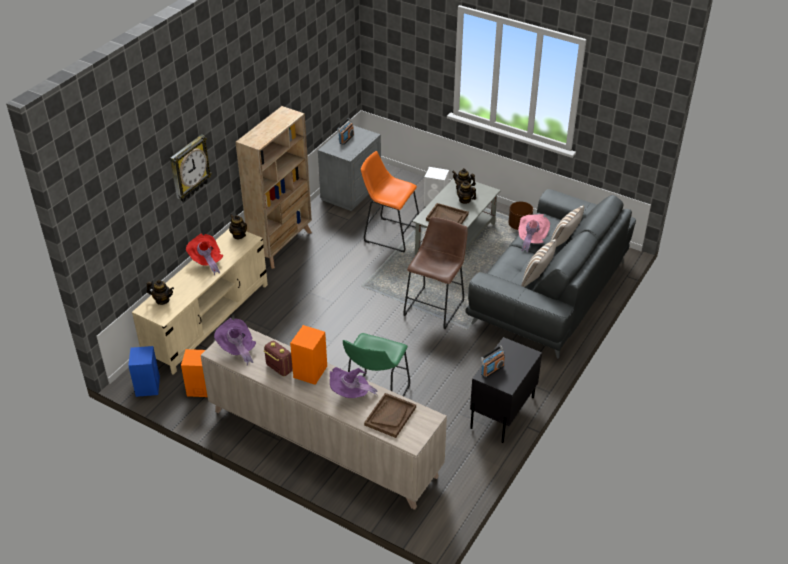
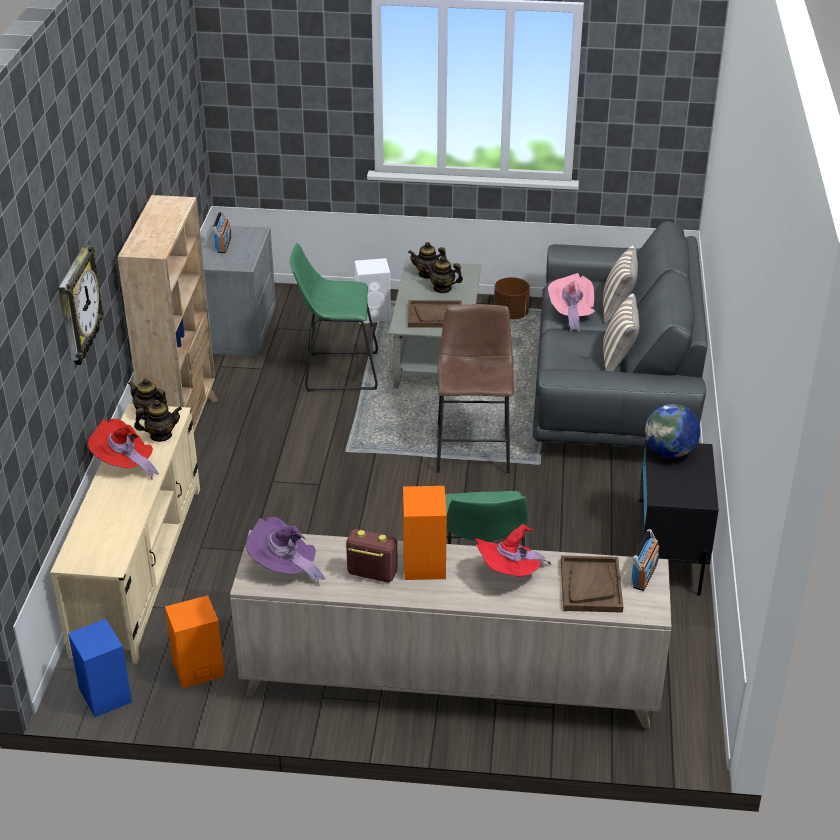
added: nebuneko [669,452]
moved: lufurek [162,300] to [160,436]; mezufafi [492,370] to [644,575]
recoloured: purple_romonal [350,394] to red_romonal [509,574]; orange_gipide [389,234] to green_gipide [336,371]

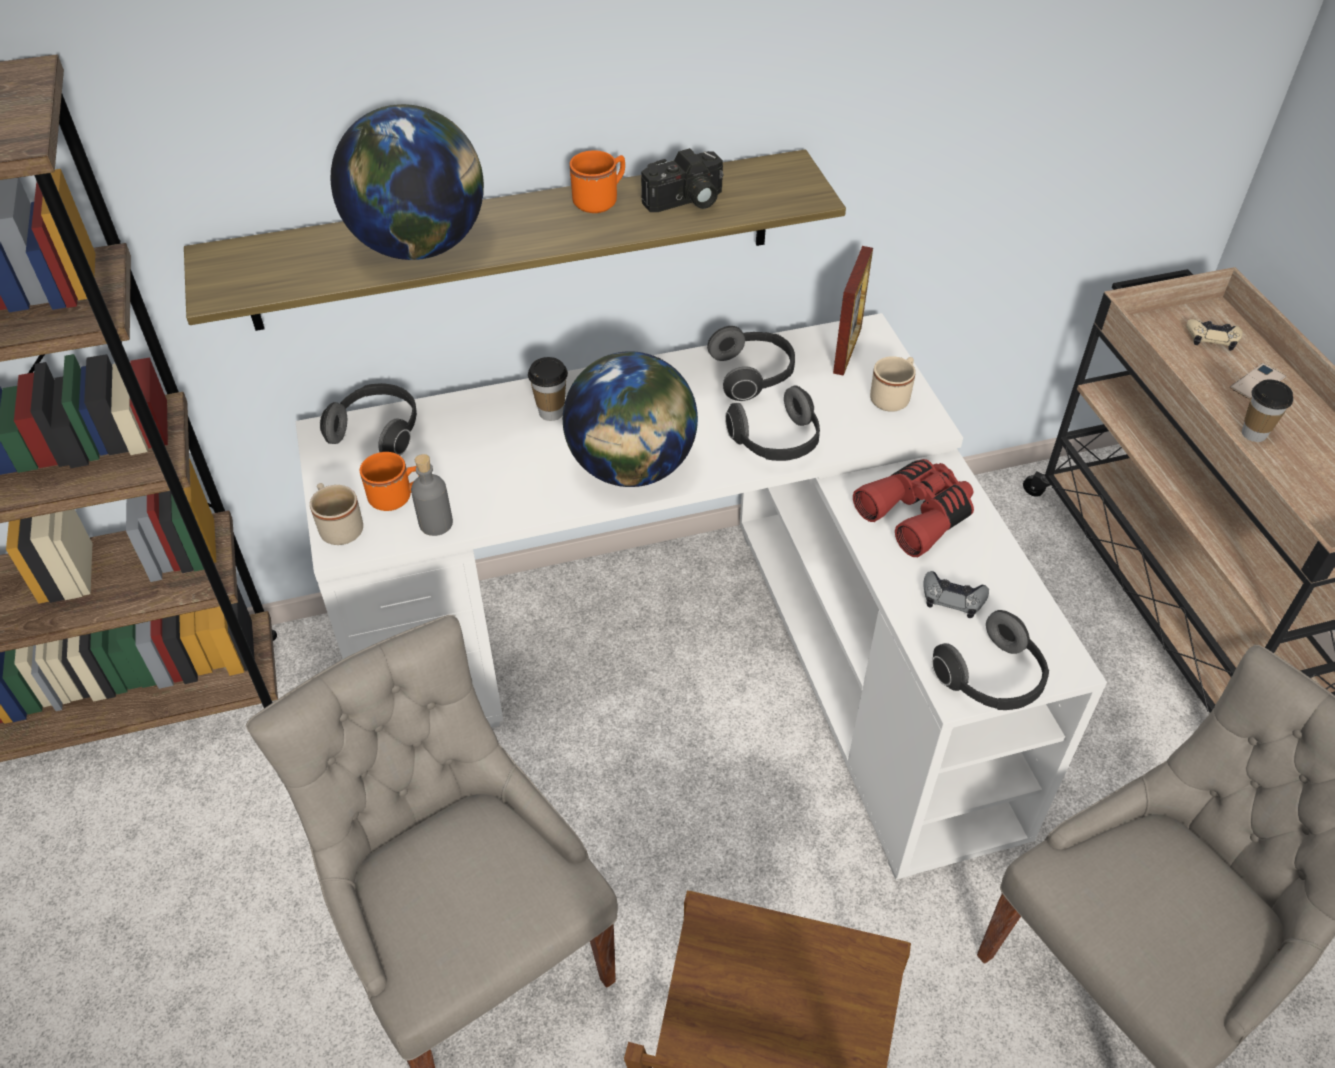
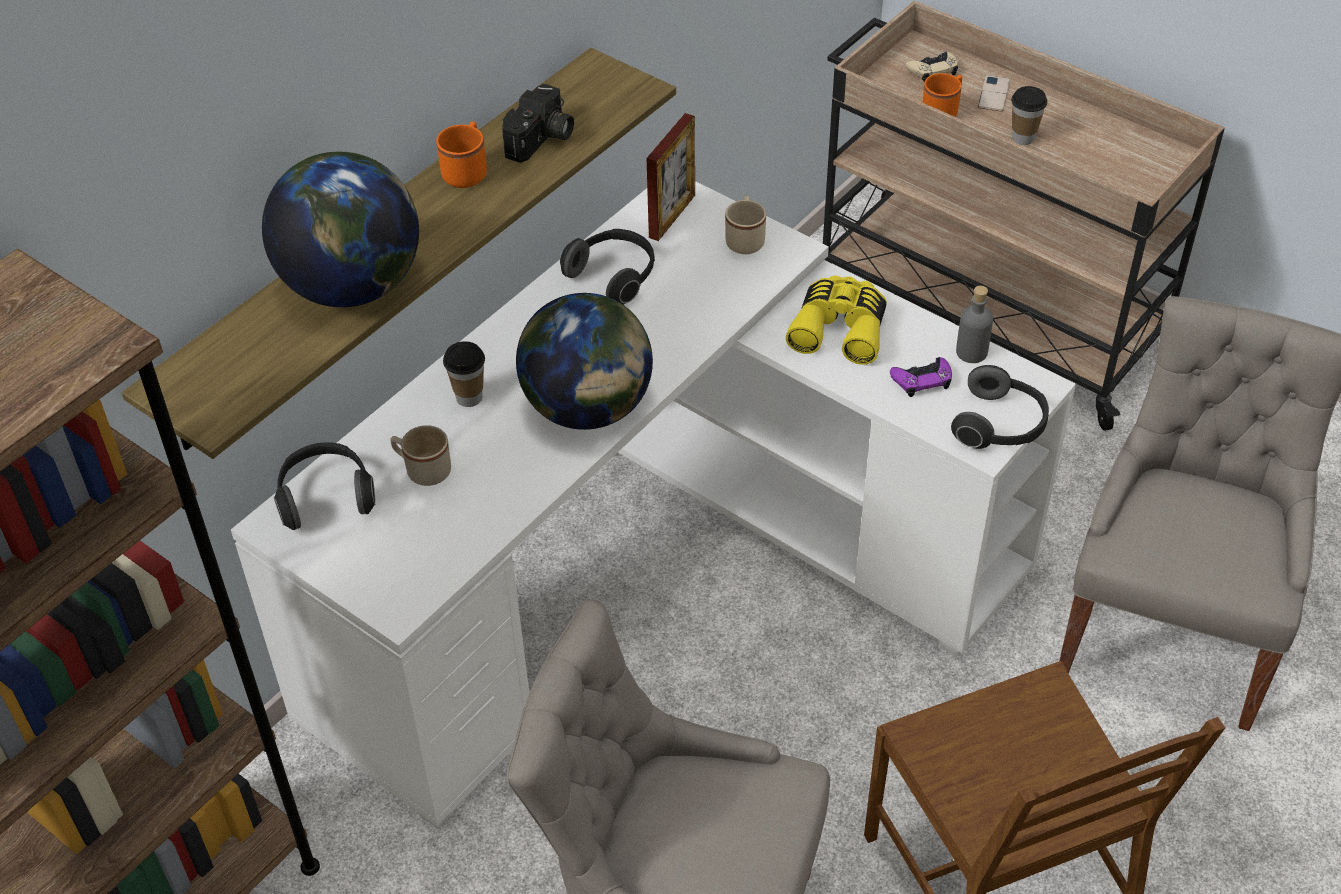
removed: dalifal [776,443]
moved: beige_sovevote [339,527] to [422,470]; orange_sovevote [397,497] to [943,111]; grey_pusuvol [435,523] to [971,352]
recoloured: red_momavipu [917,514] to yellow_momavipu [840,328]; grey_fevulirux [953,598] to purple_fevulirux [922,380]
turned: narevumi [847,350] = [672,216] 45 degrees clockwise

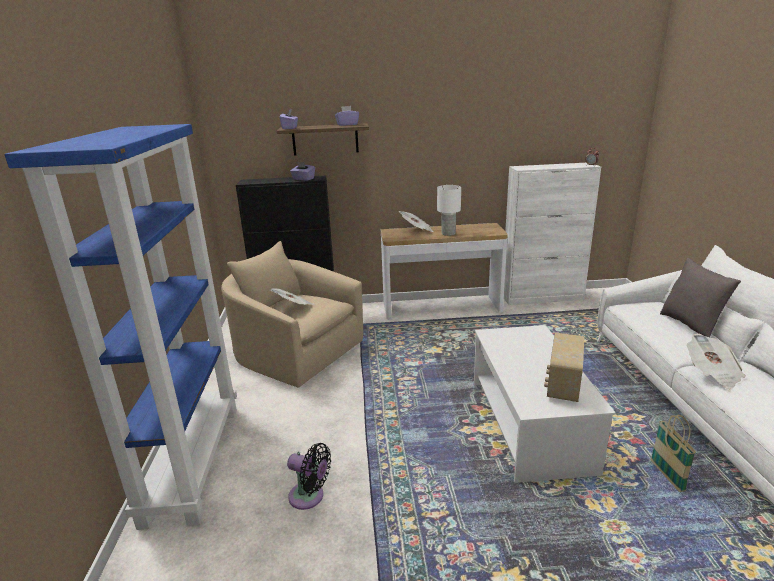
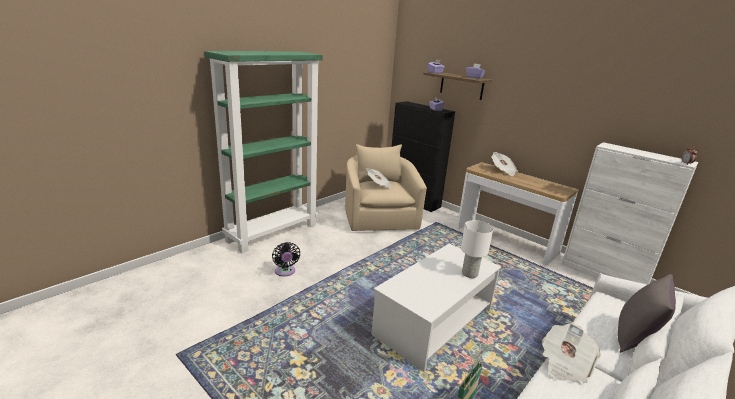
removed: mezufafi [562,385]
moved: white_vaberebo [448,233] to [469,273]
recoloured: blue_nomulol [192,460] to green_nomulol [273,232]

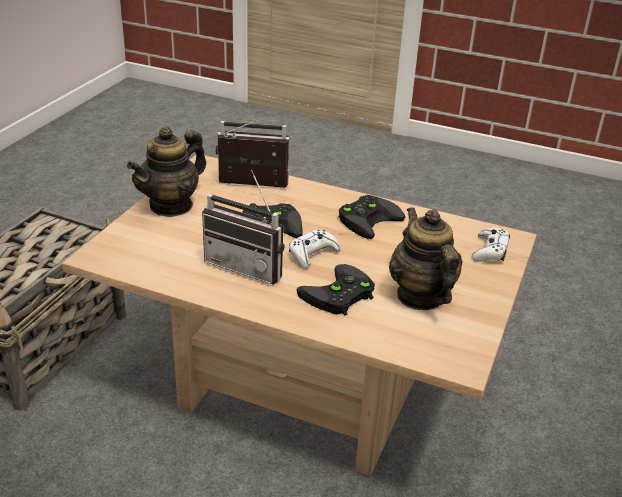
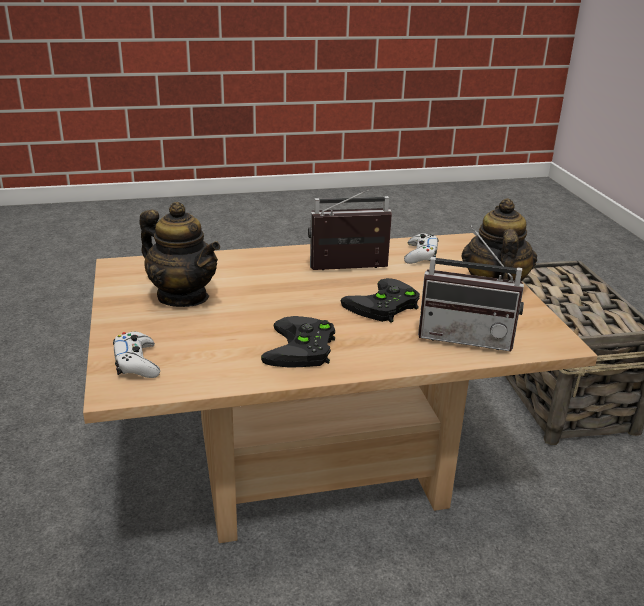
removed: black_fevulirux [338,296]
moved: white_fevulirux [312,254] to [420,255]
turned: mezufafi [251,187] = [467,336] 45 degrees clockwise

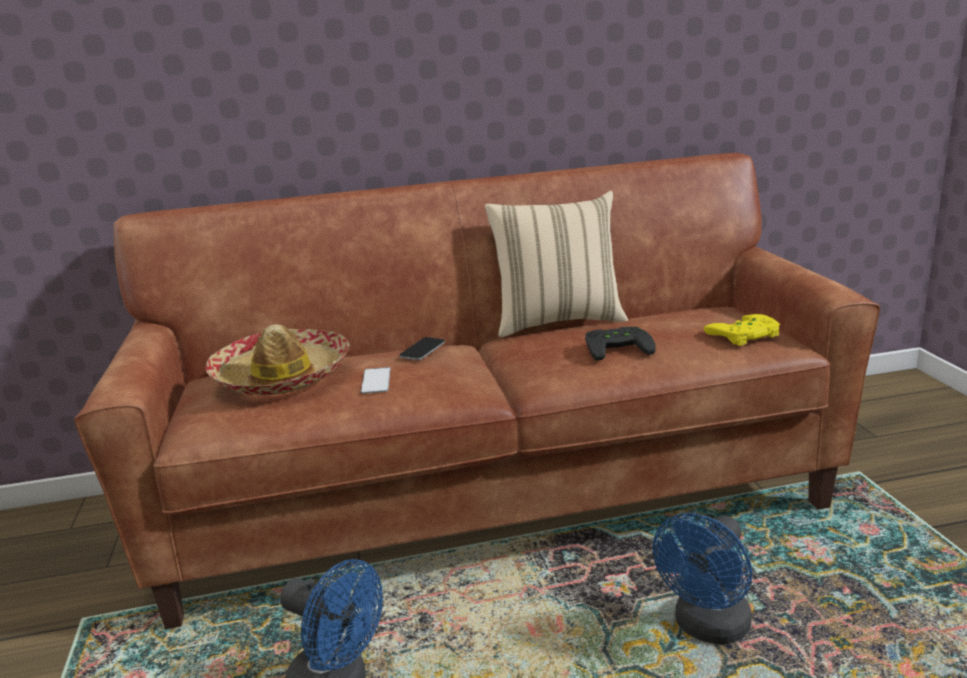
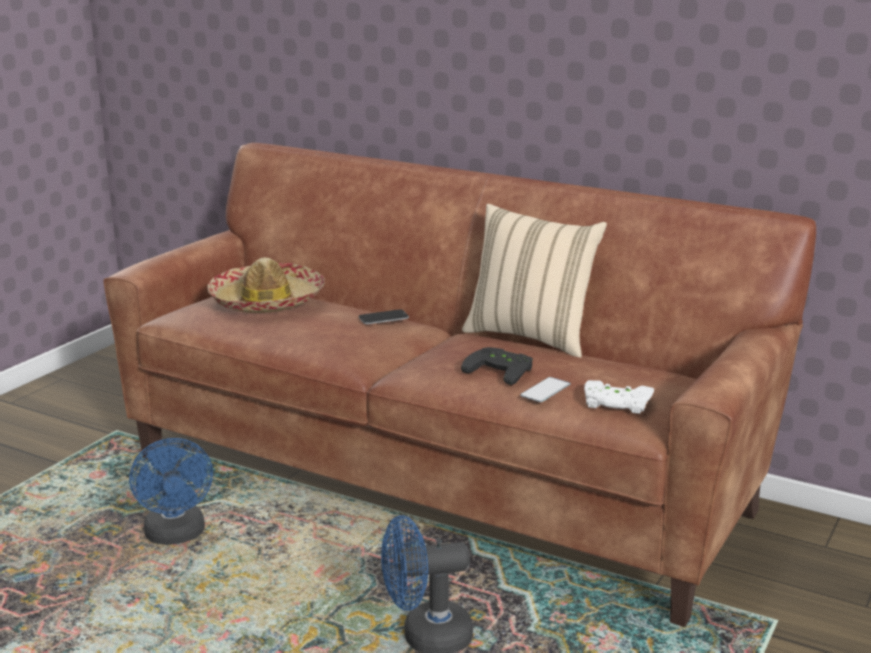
moved: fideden [376,381] to [545,390]
recoloured: yellow_fevulirux [745,335] to white_fevulirux [616,403]

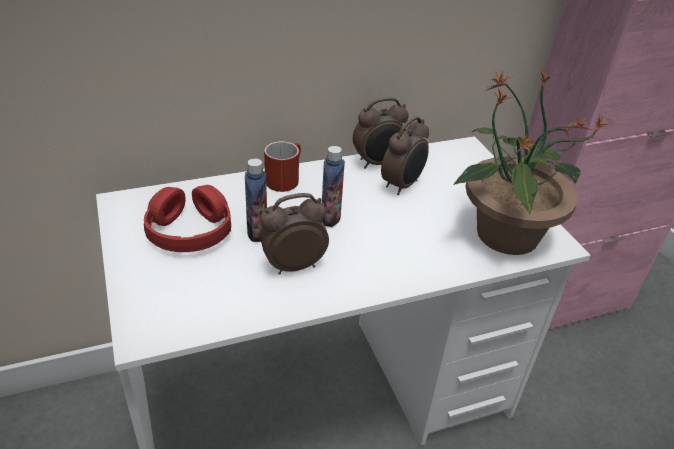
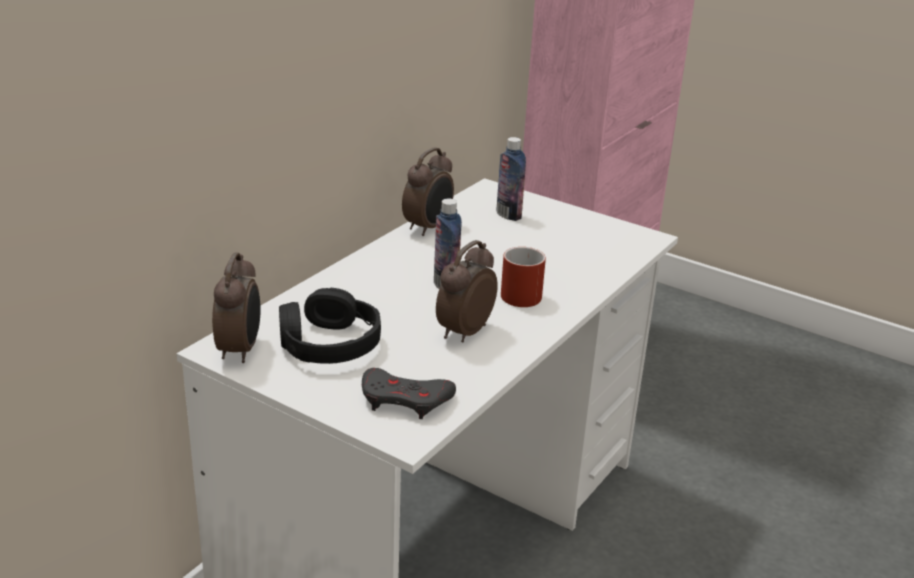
removed: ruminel [505,235]
added: grey_fevulirux [405,400]
moved: pusuvol [257,232] to [508,215]; red_sovevote [284,178] to [518,293]; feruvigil [402,185] to [240,350]
recoloured: red_dalifal [189,231] to black_dalifal [328,344]

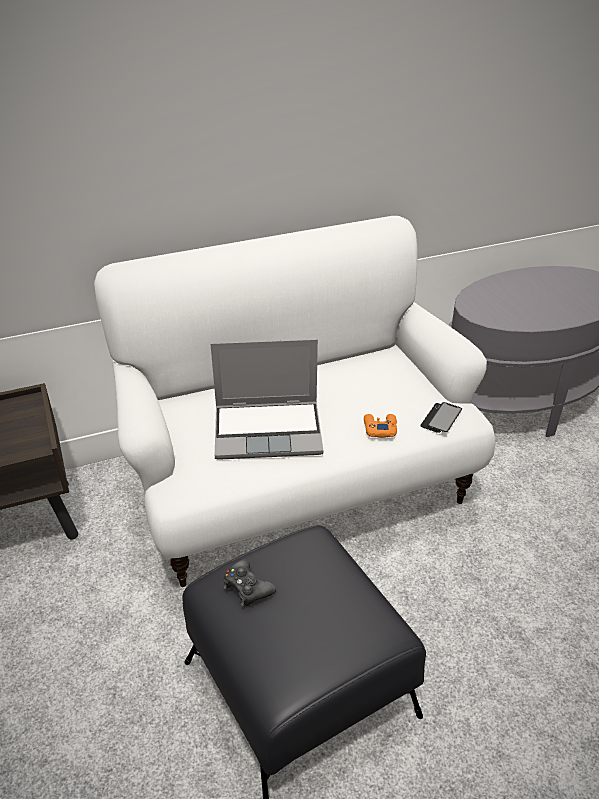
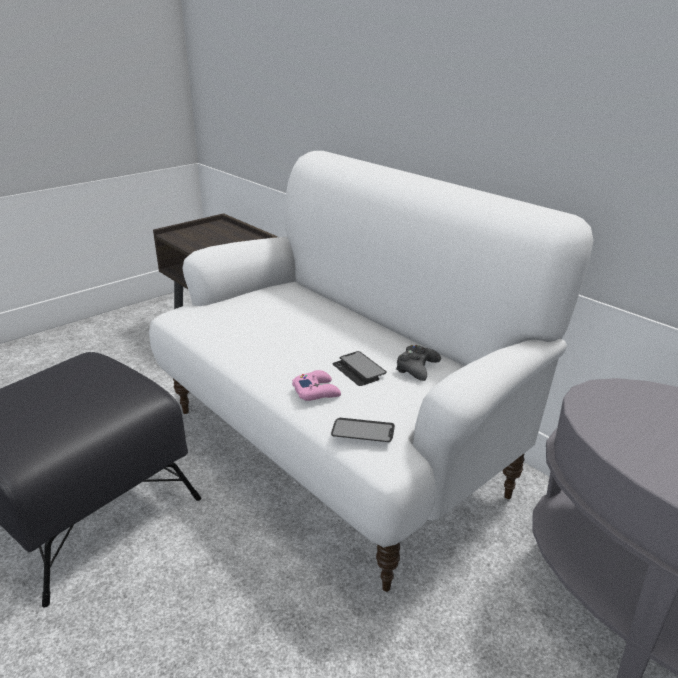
removed: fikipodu [269,430]
added: fideden [359,370]
moved: black_fevulirux [247,588] to [417,368]
recoloured: orange_fevulirux [379,428] to pink_fevulirux [316,391]

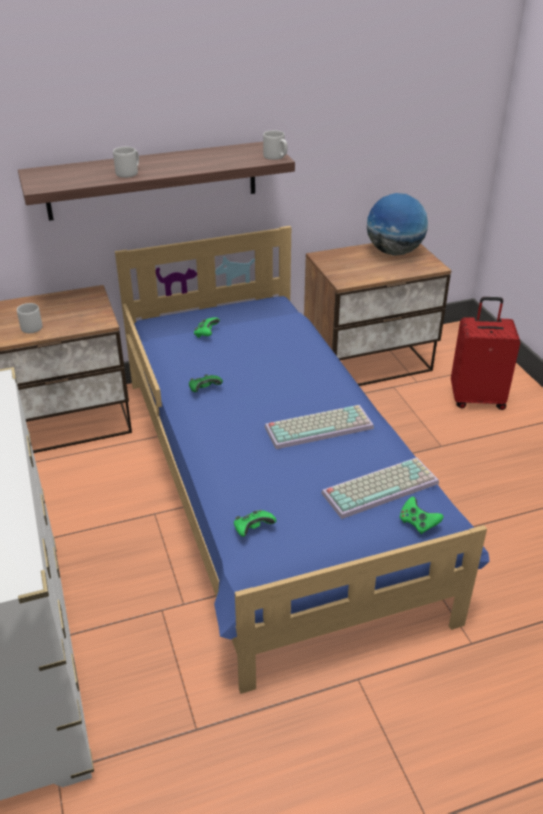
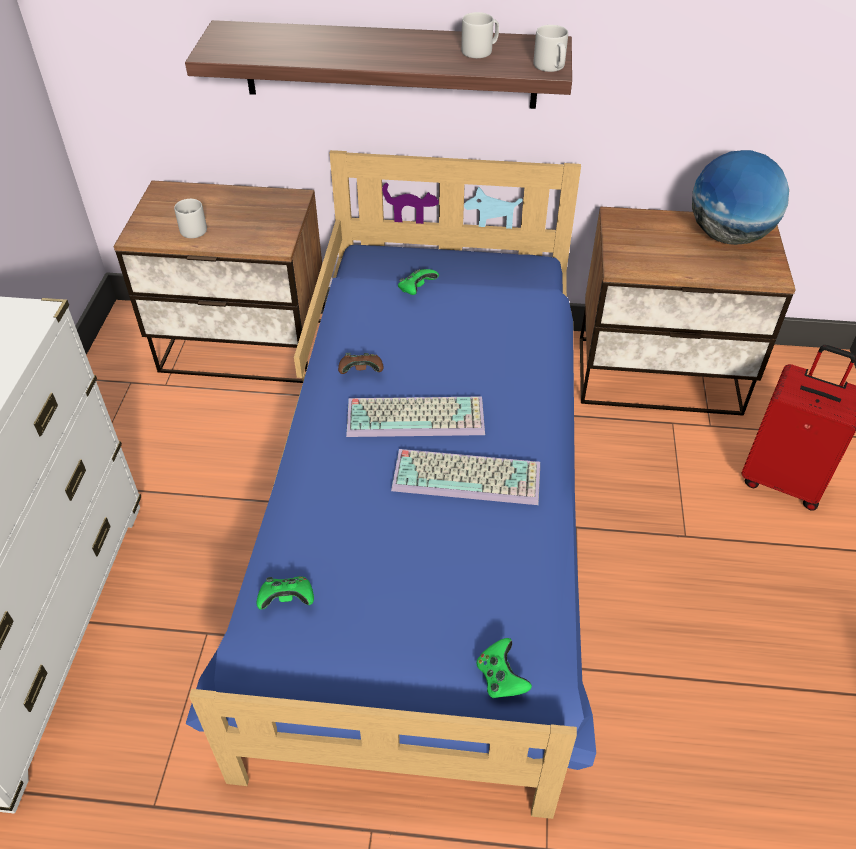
moved: grey_sovevote [129,173] to [480,51]; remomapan [380,486] to [417,416]
recoloured: green_fevulirux [204,390] to brown_fevulirux [361,372]

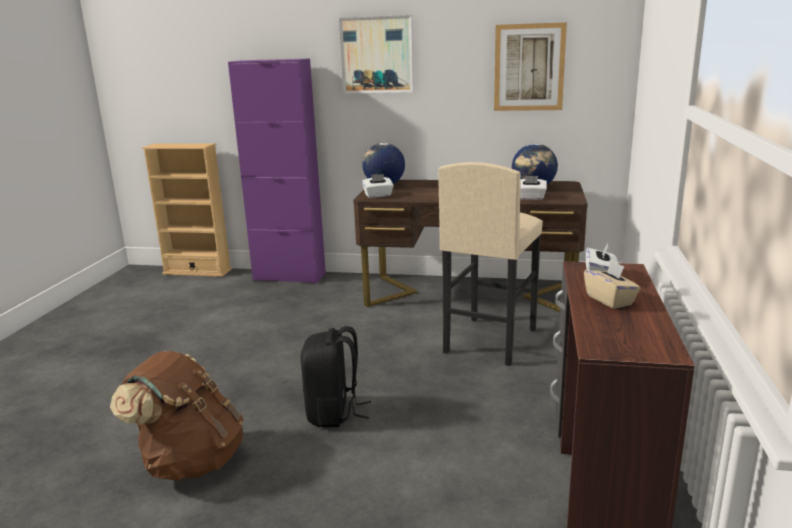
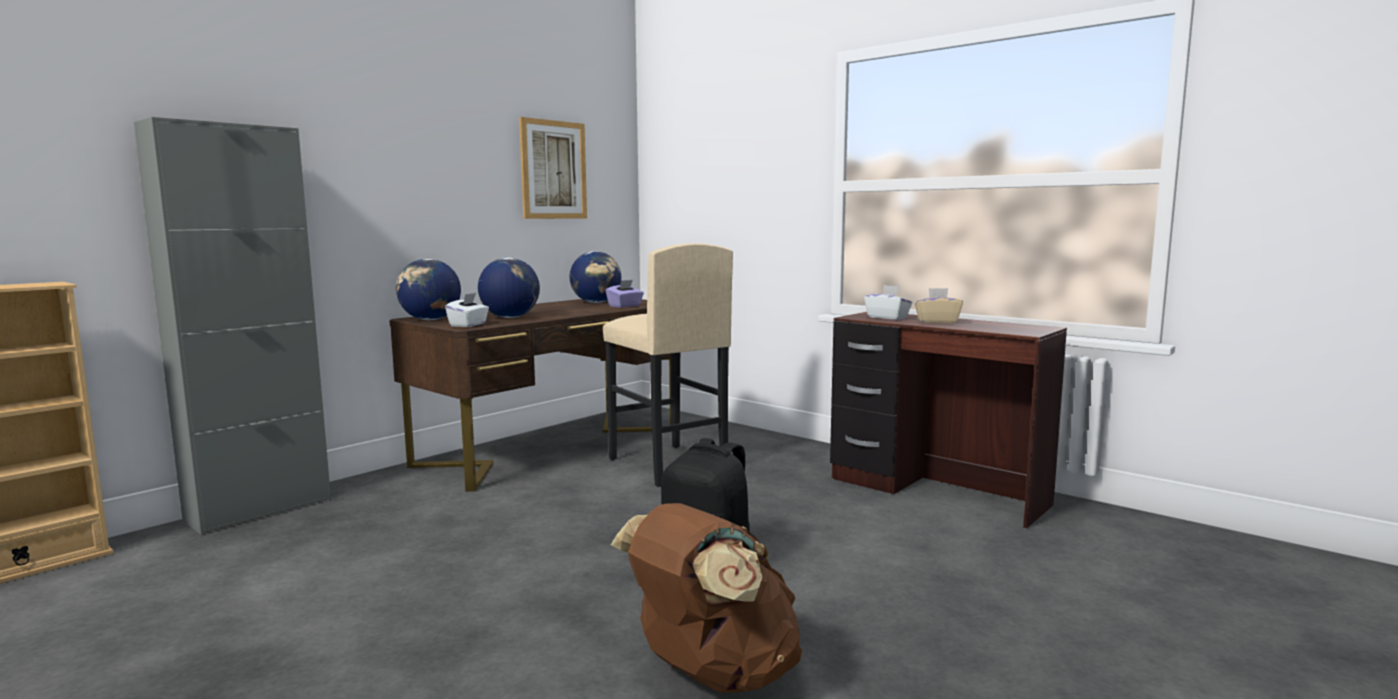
removed: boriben [377,55]
added: nebuneko [510,317]
recoloured: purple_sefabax [289,276] to grey_sefabax [259,510]; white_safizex [530,198] to purple_safizex [625,306]

